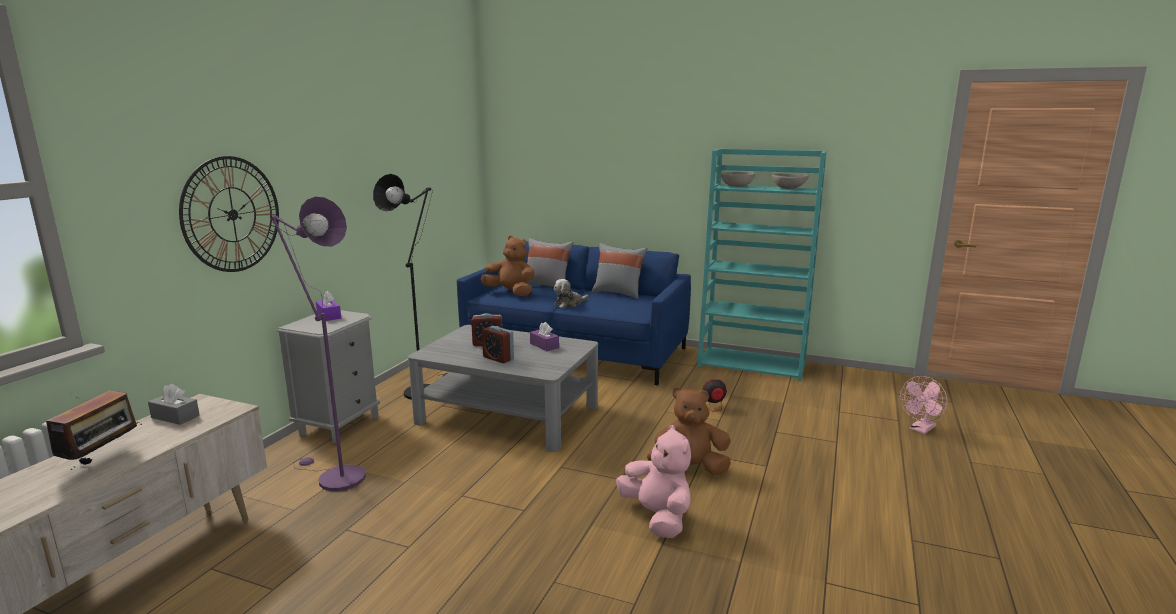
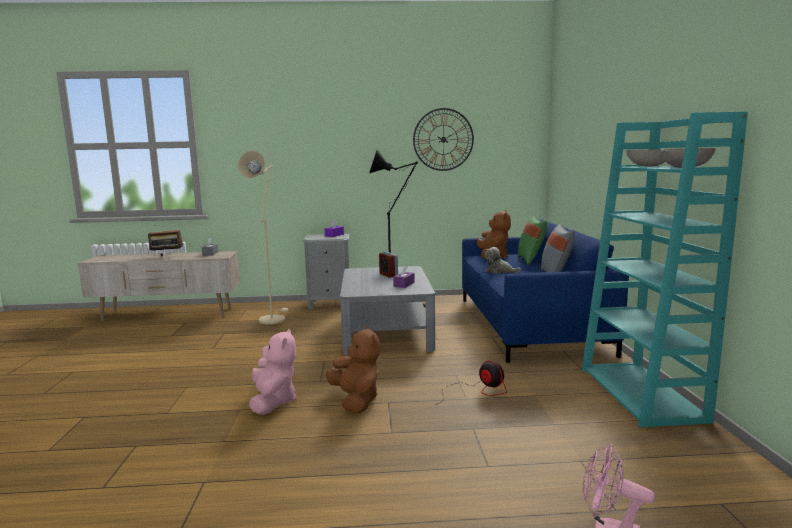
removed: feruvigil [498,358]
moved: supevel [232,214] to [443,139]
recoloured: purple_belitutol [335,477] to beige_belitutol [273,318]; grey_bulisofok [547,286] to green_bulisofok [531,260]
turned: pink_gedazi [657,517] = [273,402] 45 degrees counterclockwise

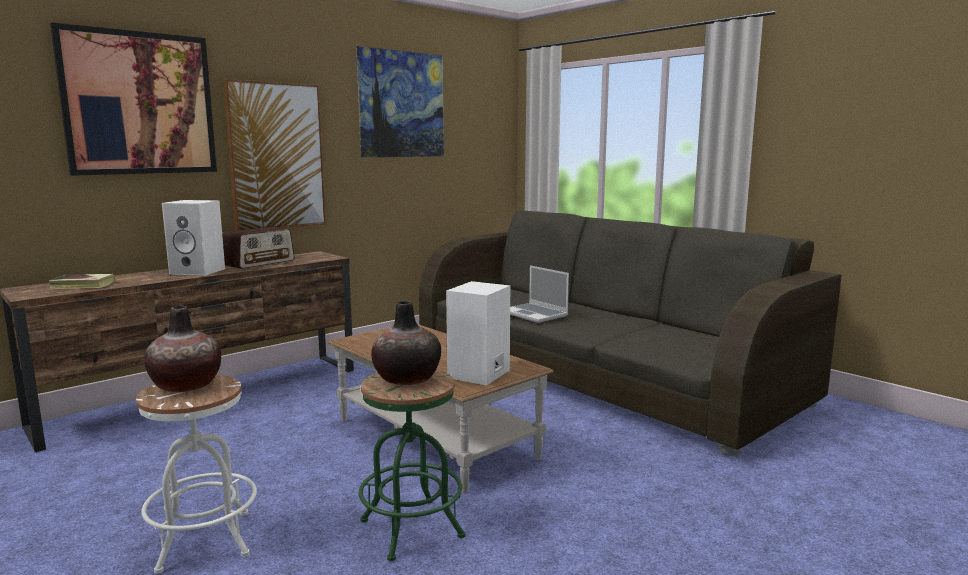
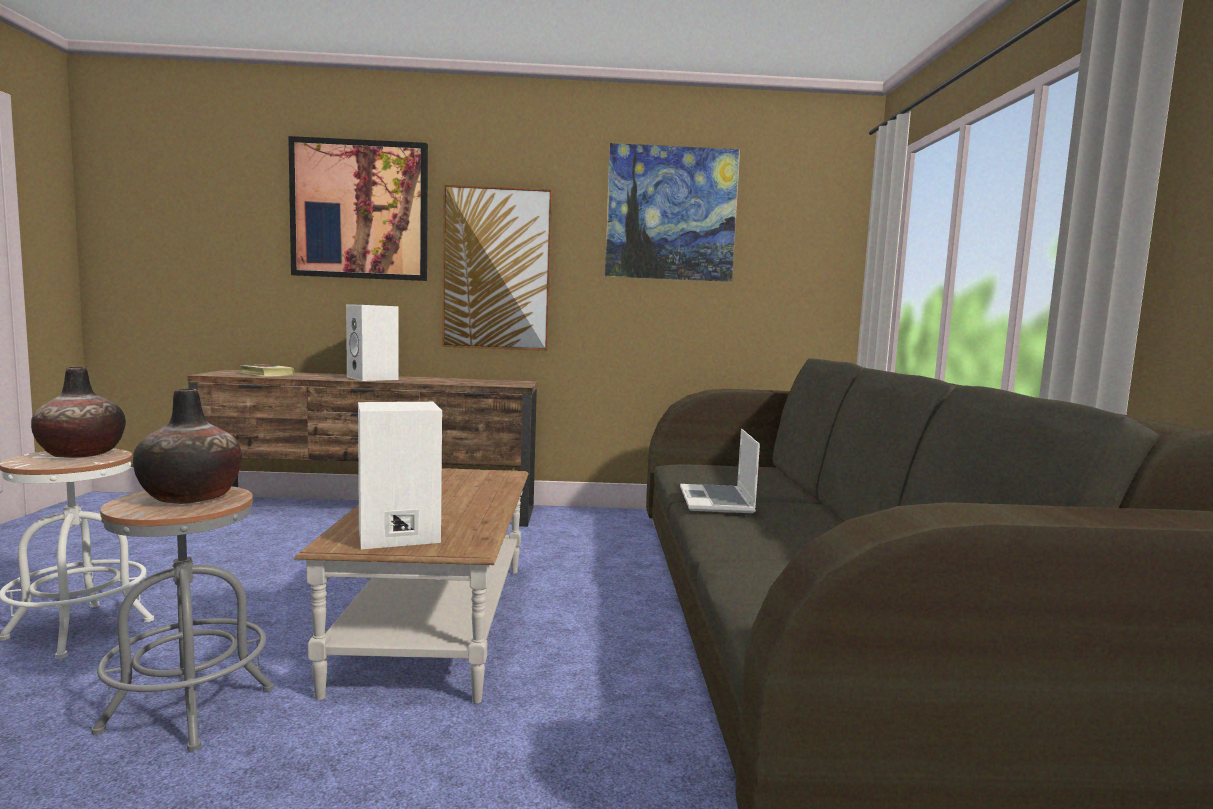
removed: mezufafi [259,262]
recoloured: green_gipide [411,529] to grey_gipide [188,710]

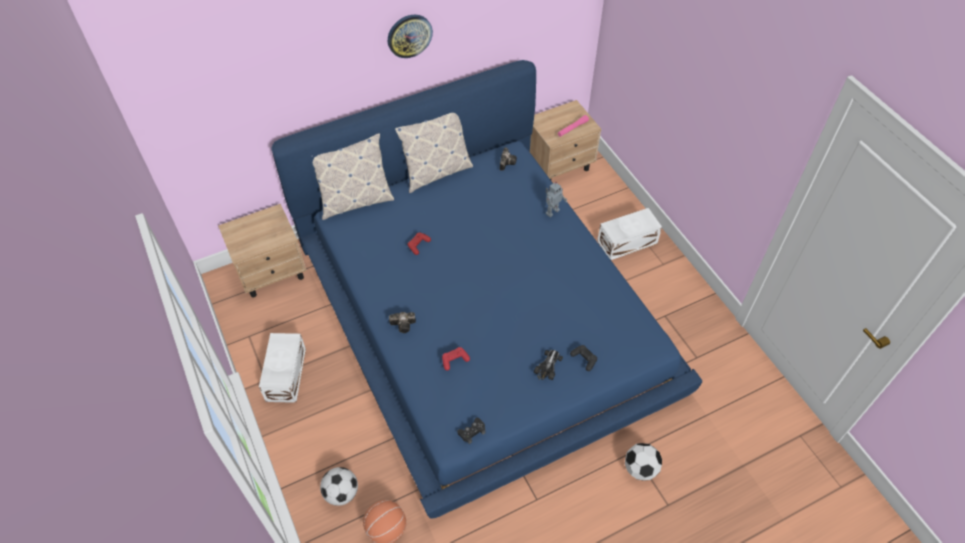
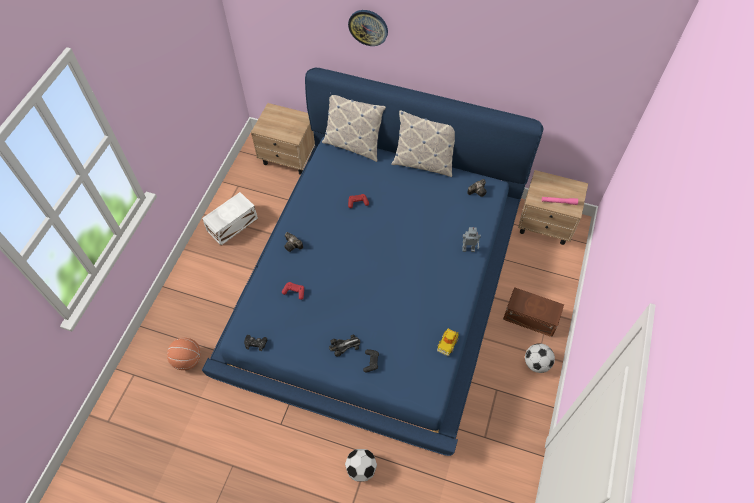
added: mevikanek [447,344]
moved: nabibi [341,493] to [536,363]; supevel [409,35] to [368,27]
recoloured: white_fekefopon [626,242] to brown_fekefopon [530,316]

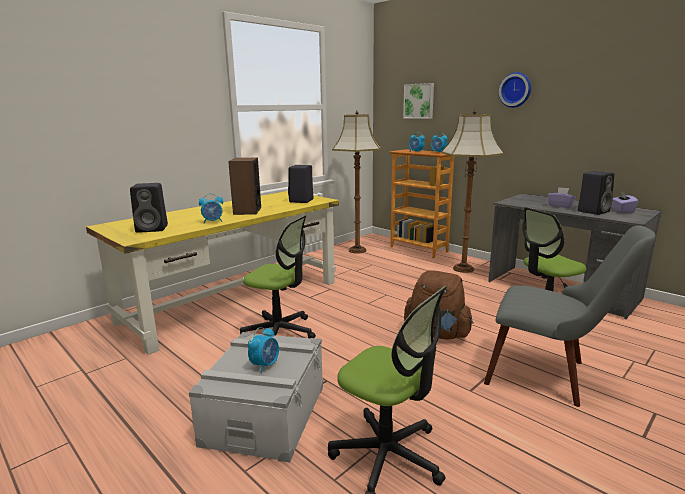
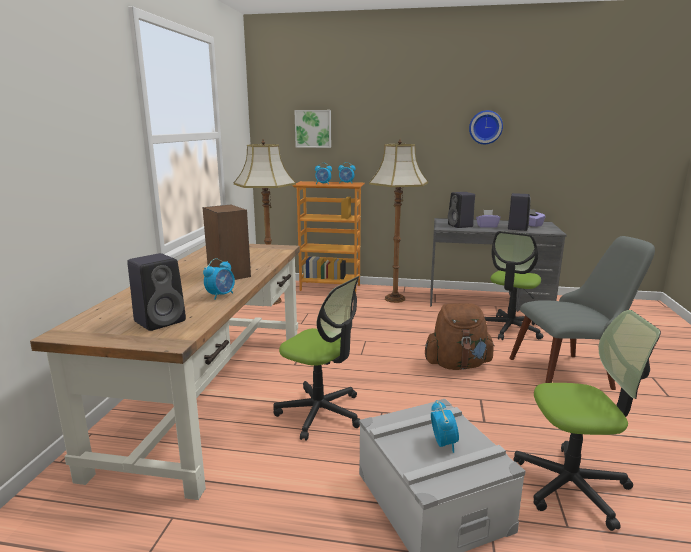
moved: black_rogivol [301,201] to [461,226]; supevel [515,90] to [485,127]
recoloured: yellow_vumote [234,300] to brown_vumote [212,394]
turned: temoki [280,332] = [320,413] 45 degrees clockwise

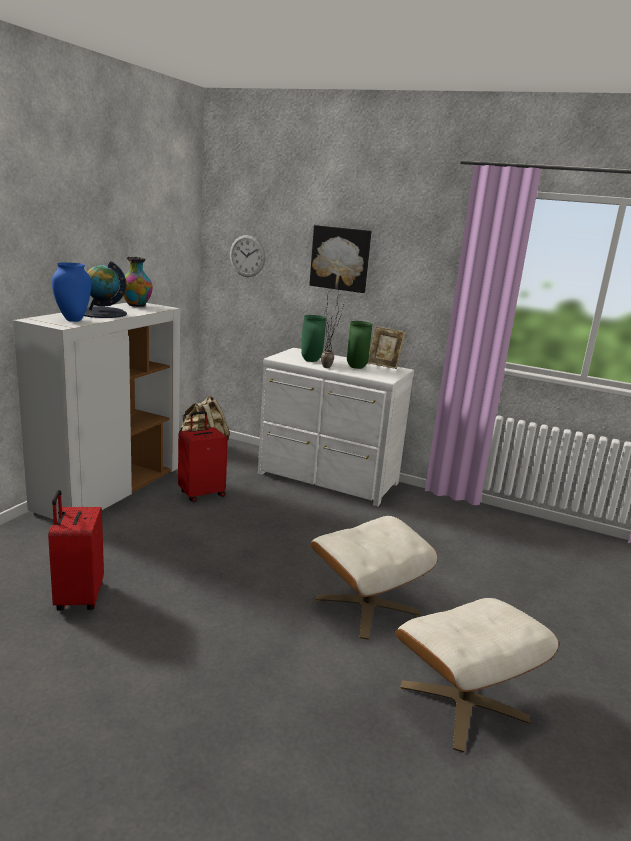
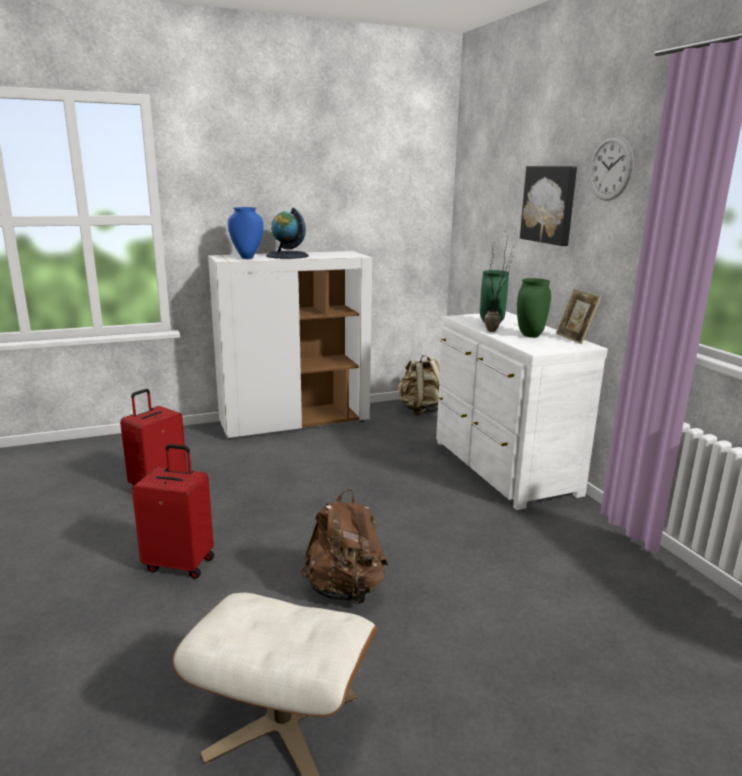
removed: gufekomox [136,305]
moved: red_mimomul [201,494] to [180,563]; supevel [247,256] to [610,168]
replaced: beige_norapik [367,605] to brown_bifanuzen [345,590]

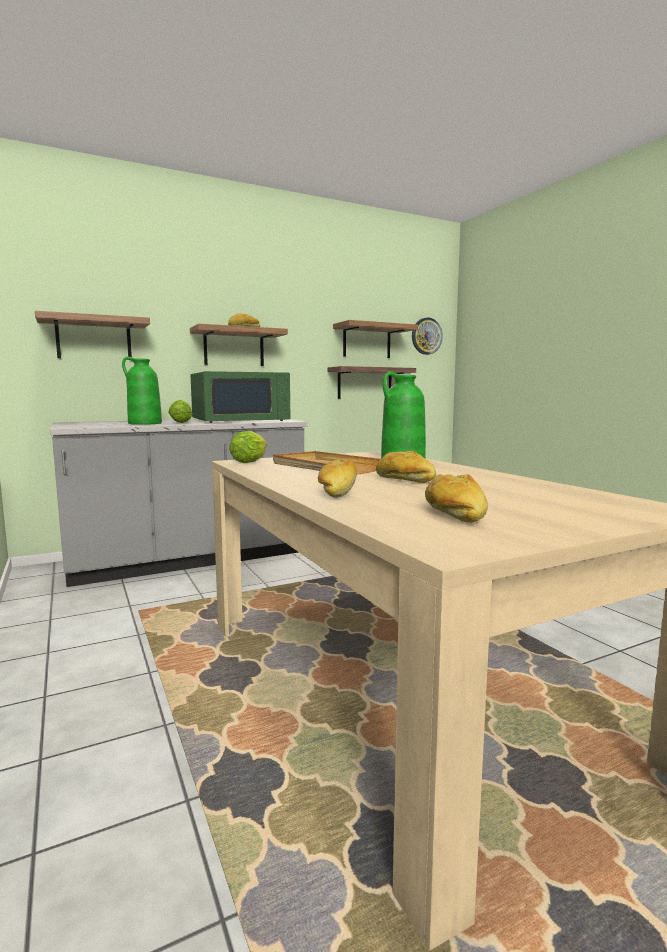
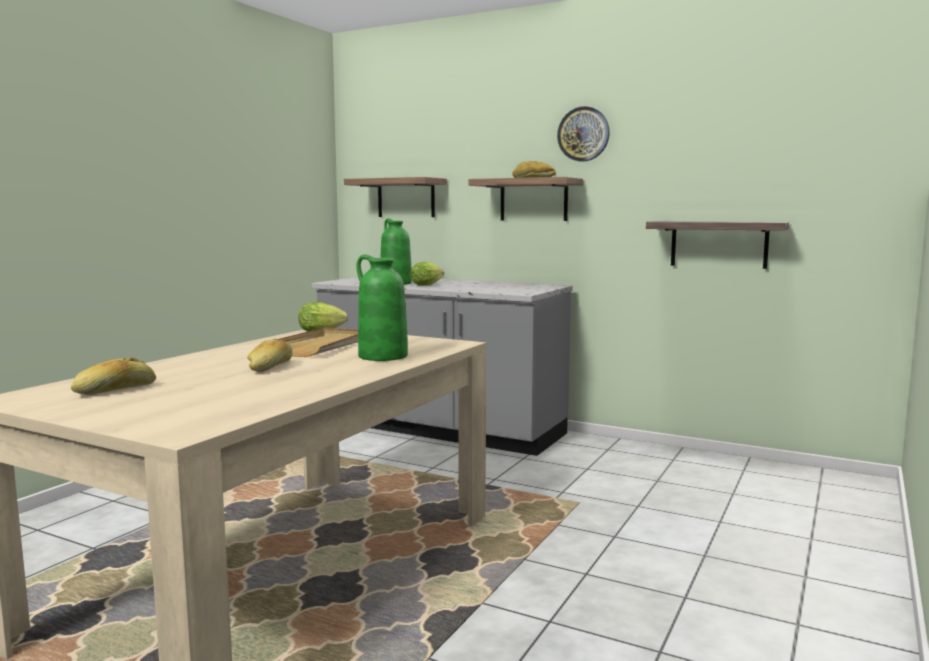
removed: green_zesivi [240,420]; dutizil [337,492]; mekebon [367,341]
moved: supevel [426,336] to [583,134]

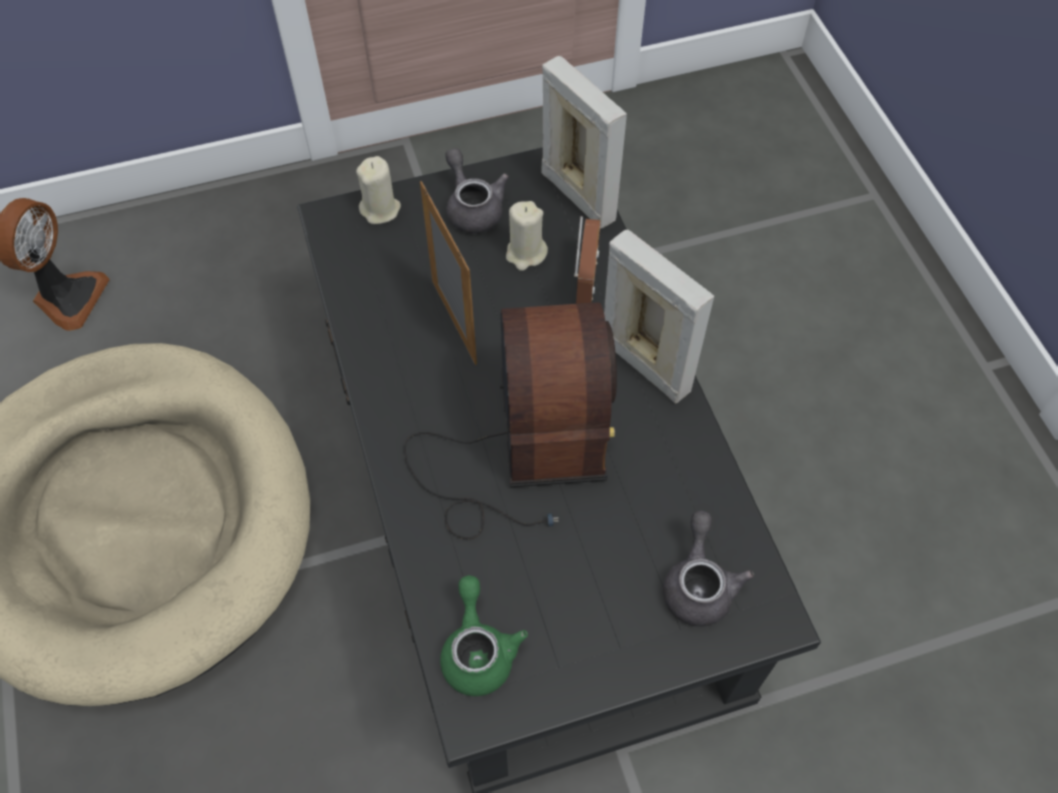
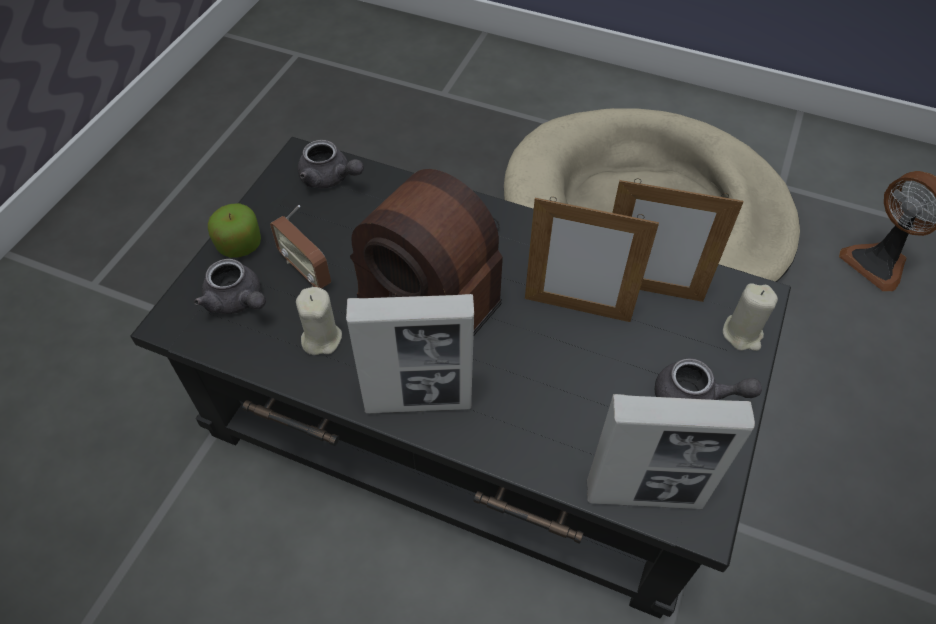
added: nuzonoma [239,245]; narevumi [649,291]
moved: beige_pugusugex [525,254] to [321,338]; mezufafi [585,280] to [306,270]
recoloured: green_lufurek [478,650] to grey_lufurek [330,178]

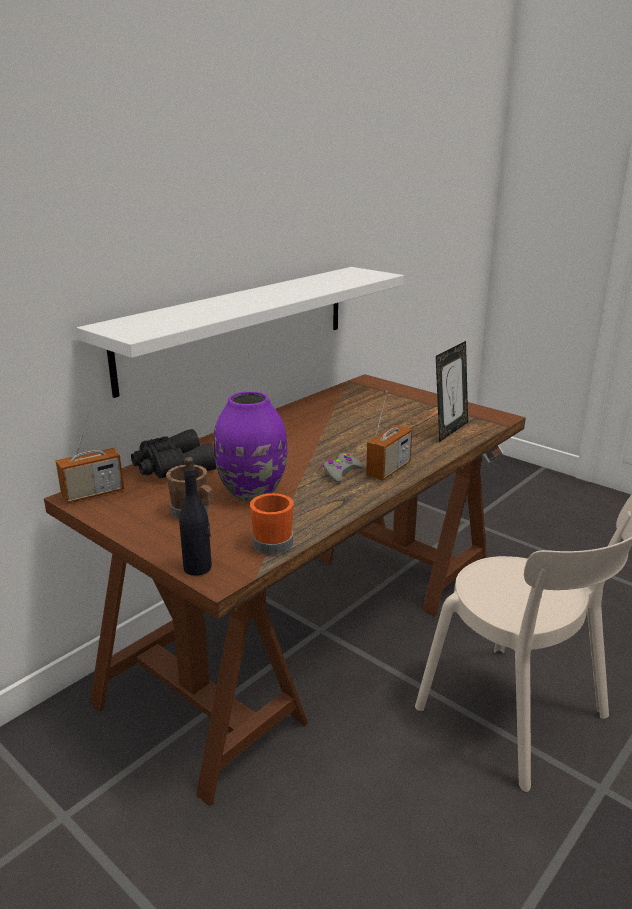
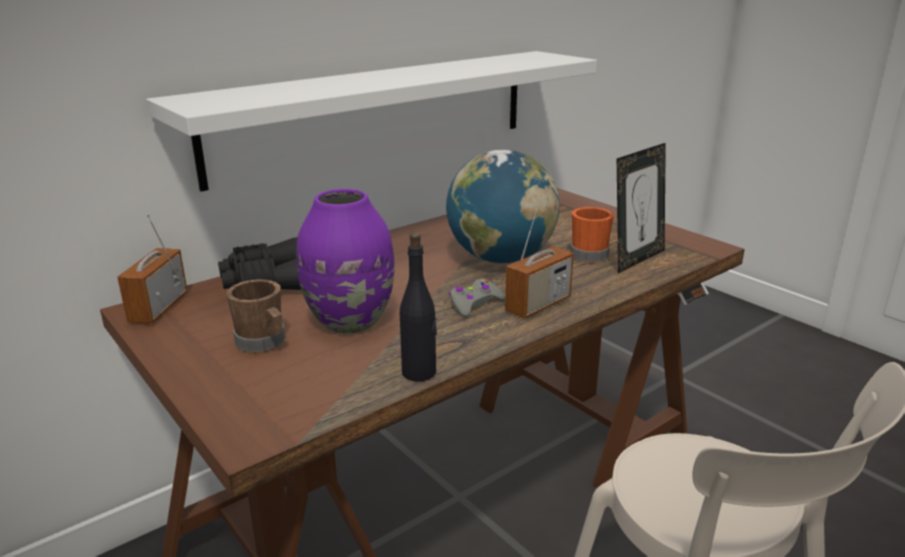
added: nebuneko [501,258]
moved: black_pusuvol [198,568] to [419,372]; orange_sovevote [275,542] to [591,254]
turned: mezufafi [93,493] = [158,308] 120 degrees clockwise

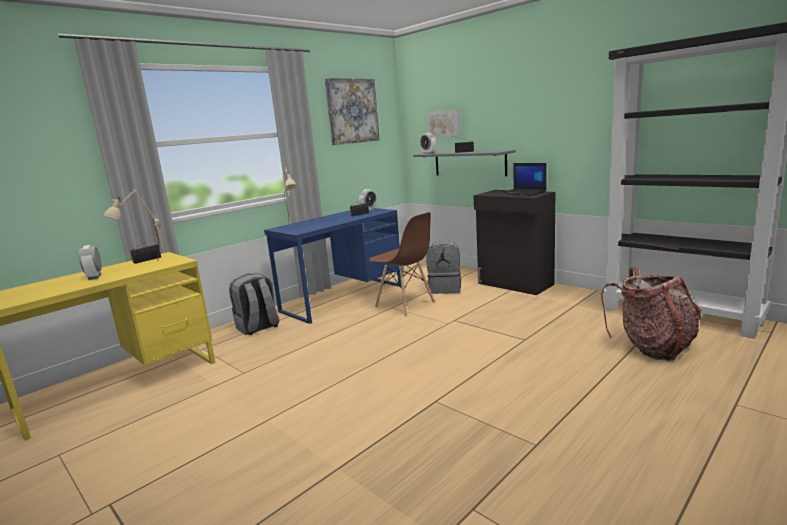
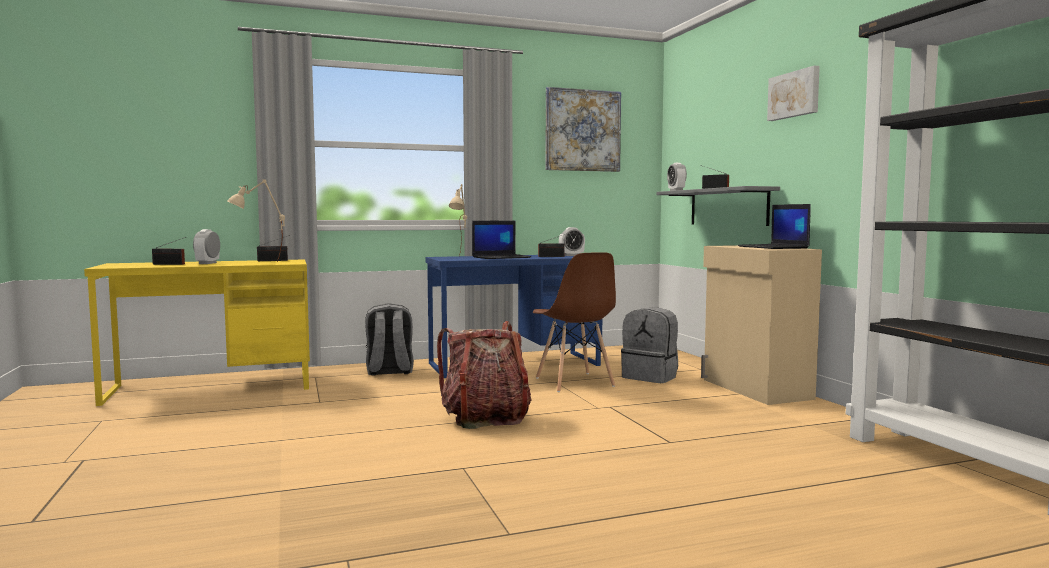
added: mezufafi [170,264]; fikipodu [501,257]
moved: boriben [444,123] to [794,94]; bifanuzen [653,346] to [485,418]
recoloured: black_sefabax [515,284] to beige_sefabax [755,389]

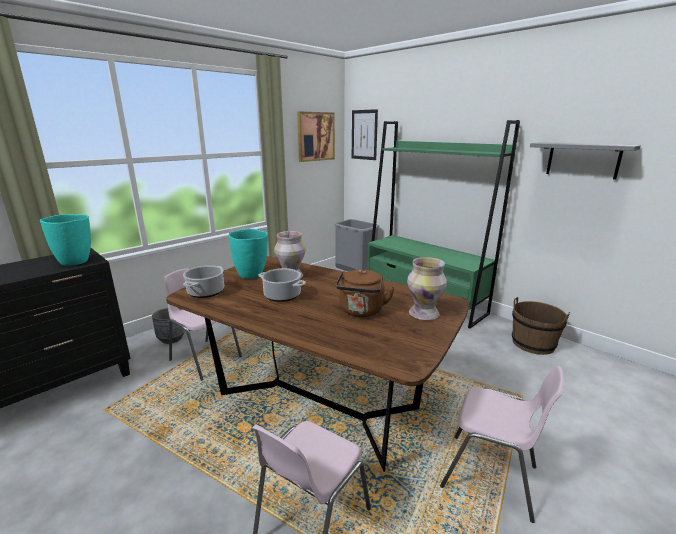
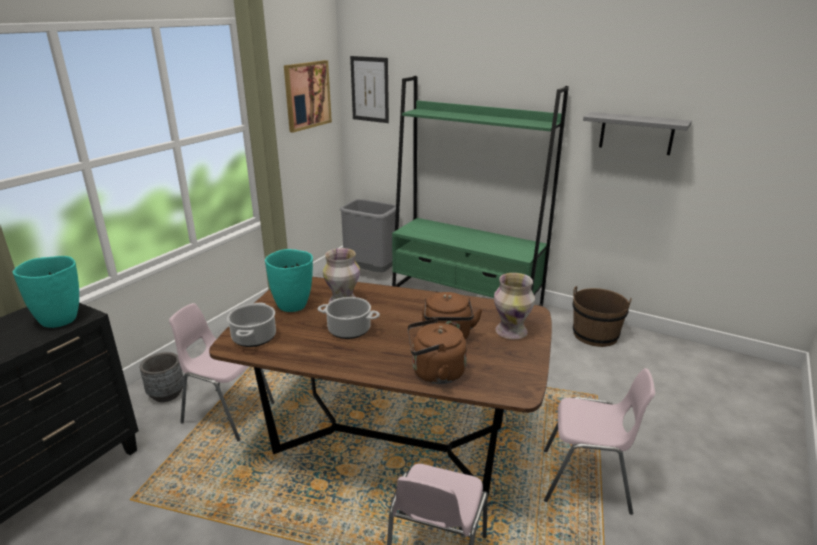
added: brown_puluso [434,373]

